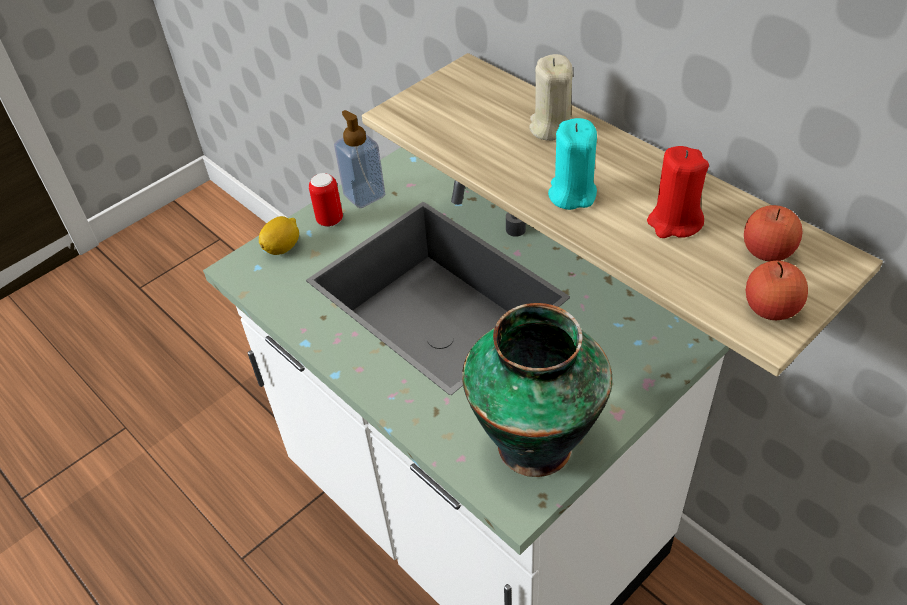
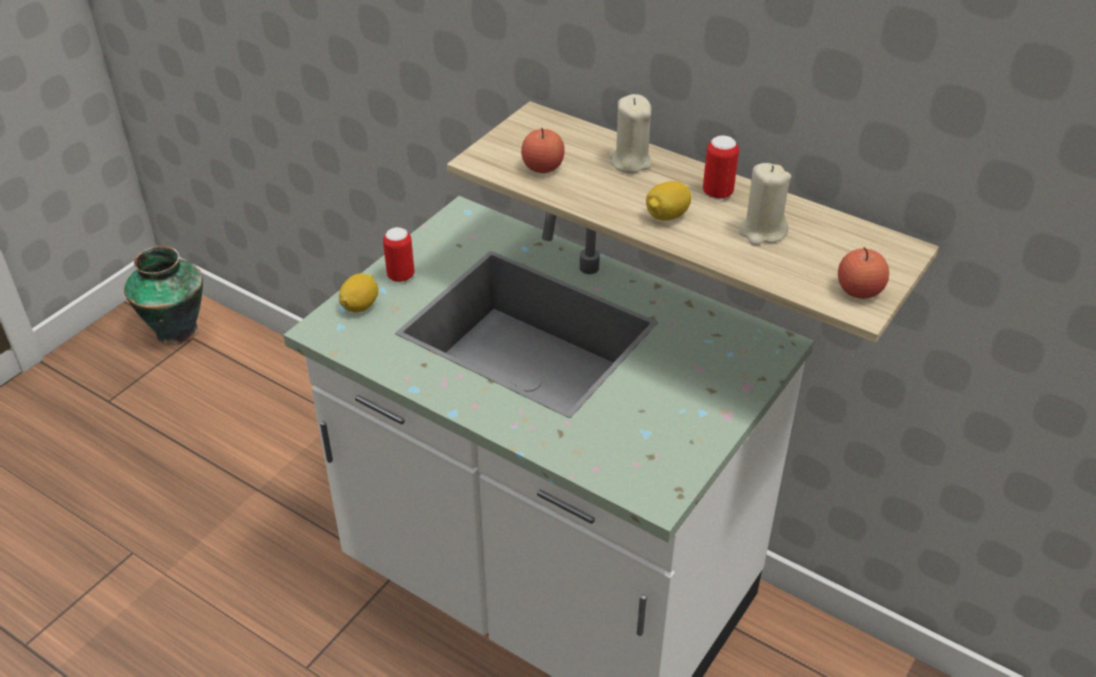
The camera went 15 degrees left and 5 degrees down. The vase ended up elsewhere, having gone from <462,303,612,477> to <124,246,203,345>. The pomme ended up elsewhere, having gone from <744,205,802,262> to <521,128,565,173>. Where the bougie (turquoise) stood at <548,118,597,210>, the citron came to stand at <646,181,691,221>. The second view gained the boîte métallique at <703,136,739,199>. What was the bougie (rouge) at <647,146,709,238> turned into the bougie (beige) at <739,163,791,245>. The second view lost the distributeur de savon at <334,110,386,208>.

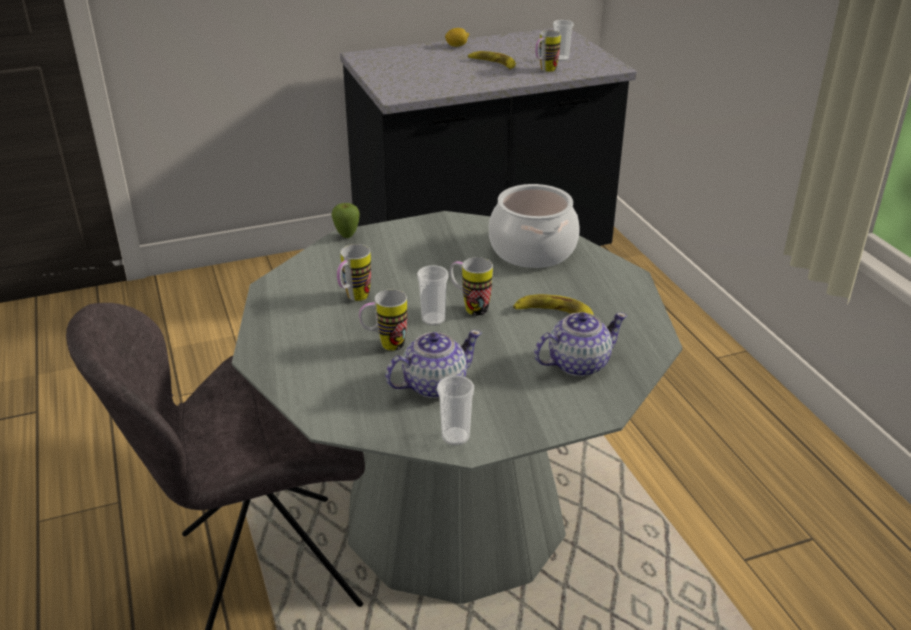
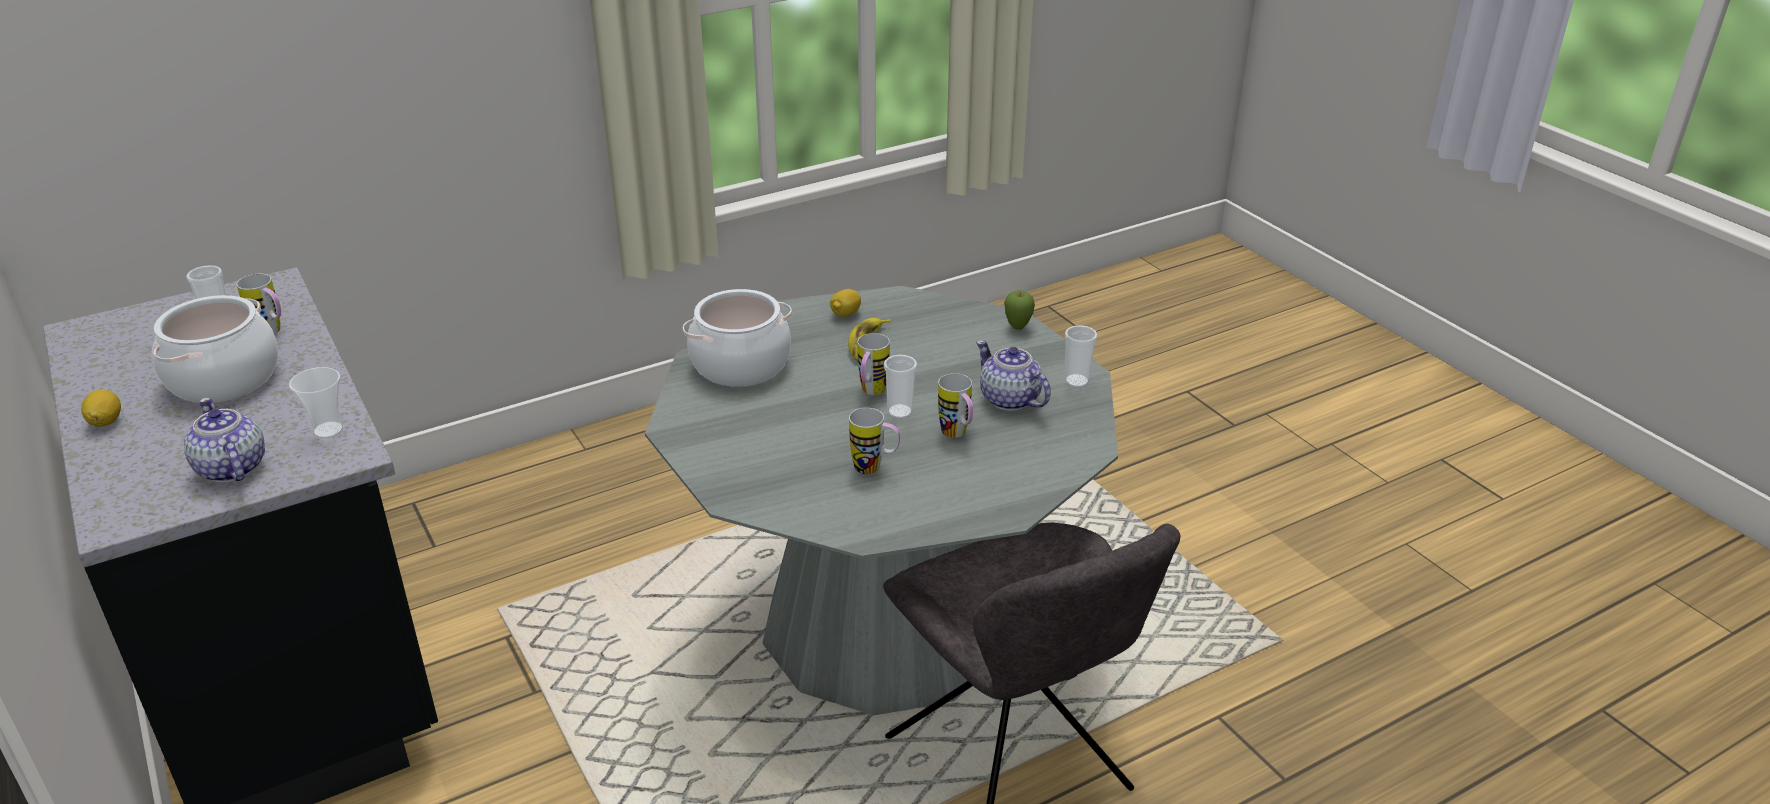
The camera went 100 degrees left and 0 degrees up. Where the banane stood at <468,51,516,70>, the marmite came to stand at <152,295,278,403>. The théière ended up elsewhere, having gone from <534,312,627,376> to <184,397,265,482>. The second view gained the tasse at <289,367,344,439>. The second view gained the citron at <830,289,861,317>. The pomme ended up elsewhere, having gone from <332,203,360,238> to <1004,290,1035,330>.

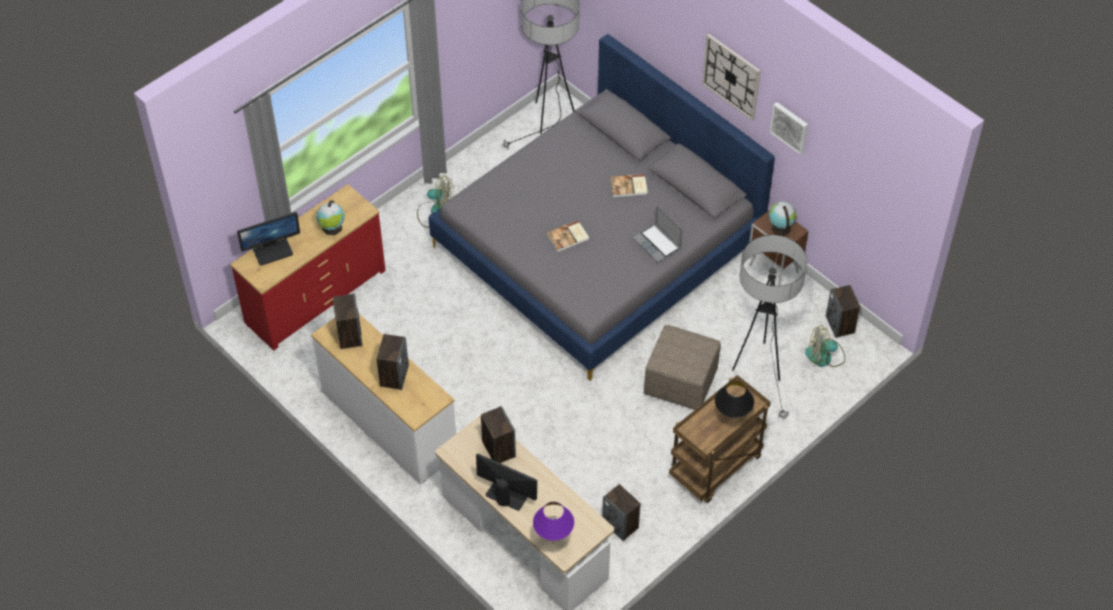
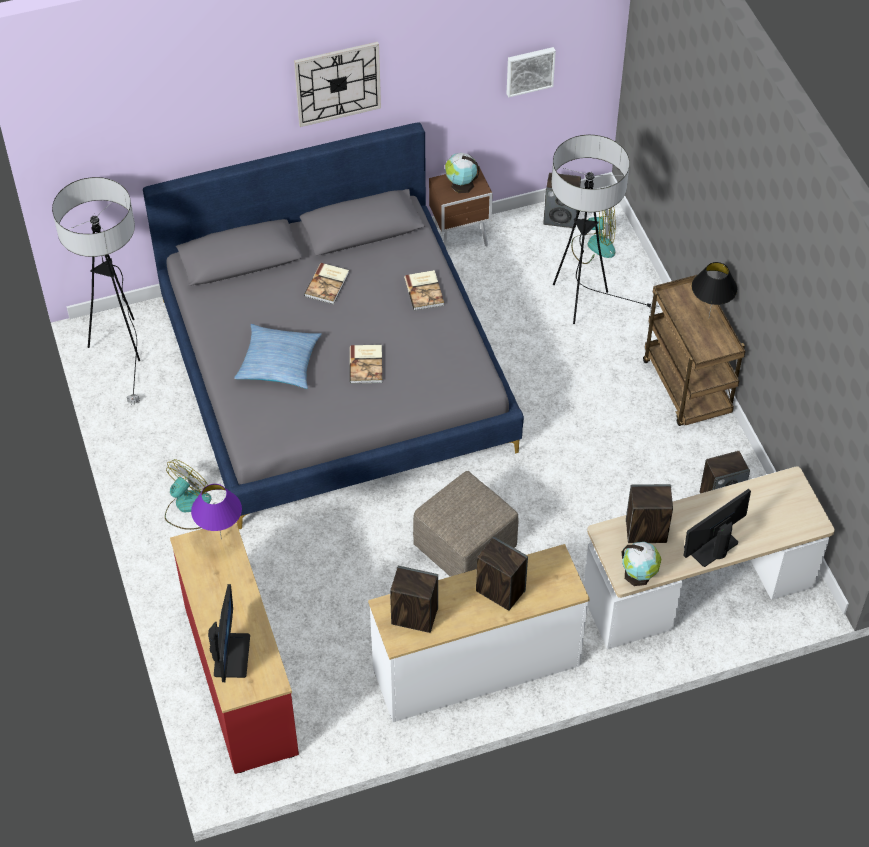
The camera went 65 degrees left and 0 degrees up. The lampe de table (violet) ended up elsewhere, having gone from <533,502,574,544> to <191,484,242,539>. The second view gained the coussin at <234,324,322,389>. Where the ordinateur portable stood at <633,205,683,263>, the livre came to stand at <404,270,444,310>. The pouf (beige) ended up elsewhere, having gone from <644,325,721,410> to <413,471,519,577>. The tableau ended up elsewhere, having gone from <770,102,808,155> to <507,47,556,97>. The ventilateur at <805,325,845,367> ended up facing another way, 105 degrees counterclockwise from before. The globe ended up elsewhere, having gone from <316,200,345,235> to <622,542,661,586>.

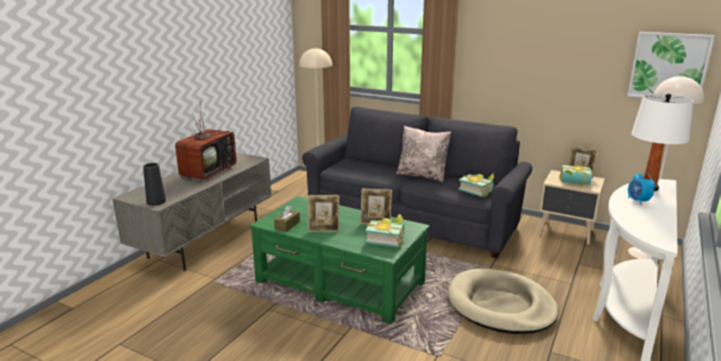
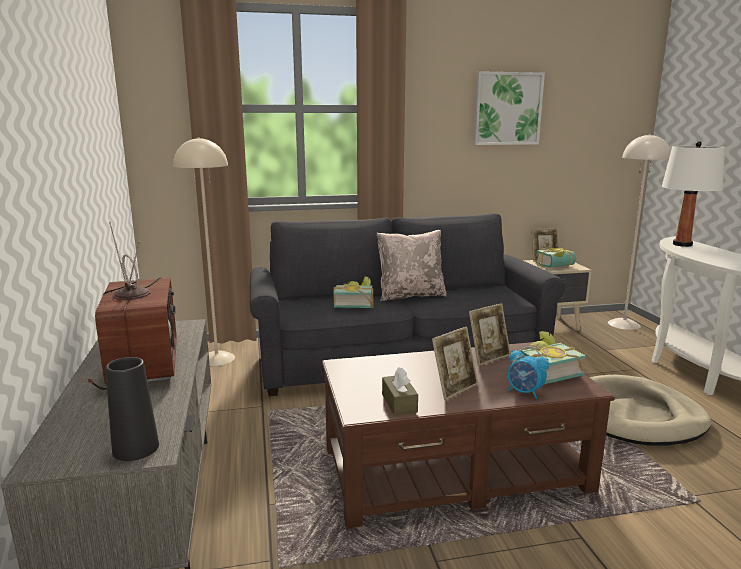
The camera went 40 degrees left and 5 degrees down. What was the table basse (vert) at <249,196,430,324> turned into the table basse (marron) at <322,342,615,528>. The livre ended up elsewhere, having gone from <458,173,494,198> to <333,277,373,308>. The tableau ended up elsewhere, having gone from <627,32,714,98> to <474,71,545,145>. The réveil ended up elsewhere, having gone from <628,172,655,205> to <508,347,549,399>.

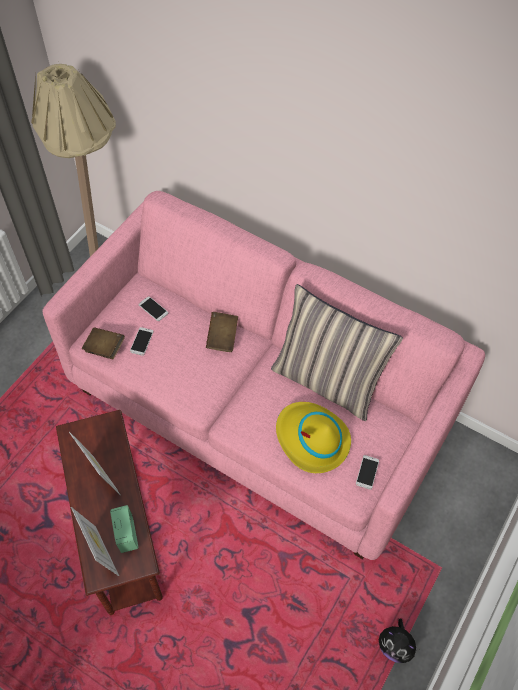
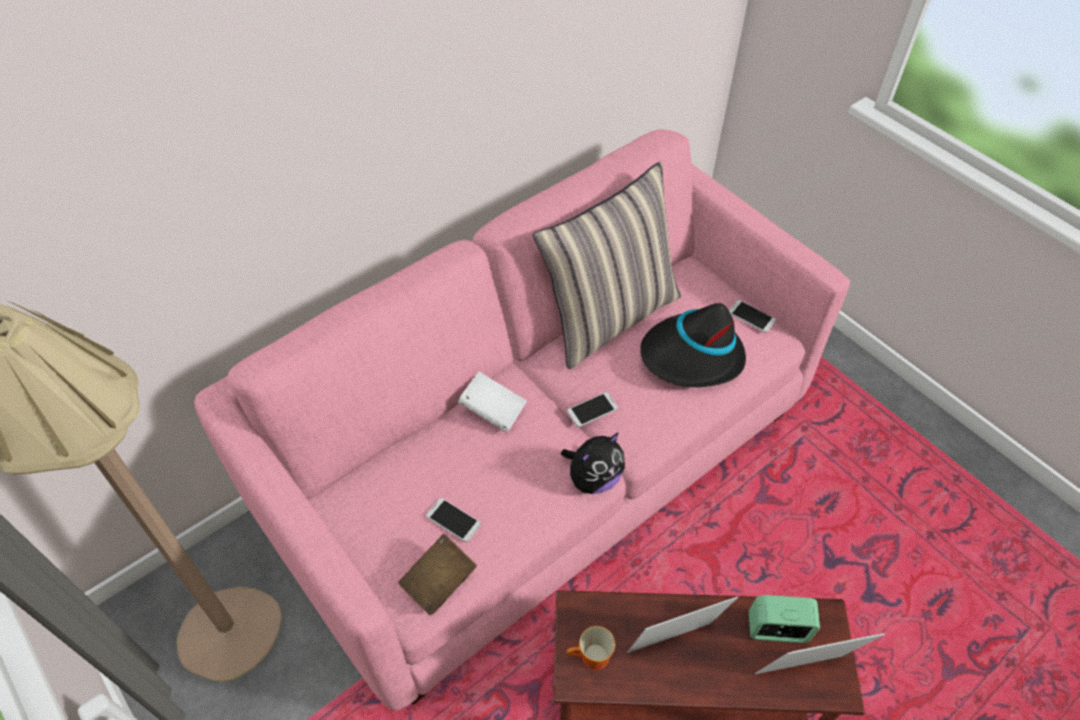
The camera went 70 degrees left and 5 degrees down. What was the livre (marron) at <206,312,238,352> turned into the livre (blanc) at <458,372,527,433>. The peluche ended up elsewhere, having gone from <379,618,416,663> to <561,432,625,494>. The second view gained the mug at <566,626,615,670>. The téléphone ended up elsewhere, having gone from <138,296,168,321> to <567,392,618,427>. What was the chapeau (jaune) at <276,402,351,473> turned into the chapeau (noir) at <640,303,746,387>.

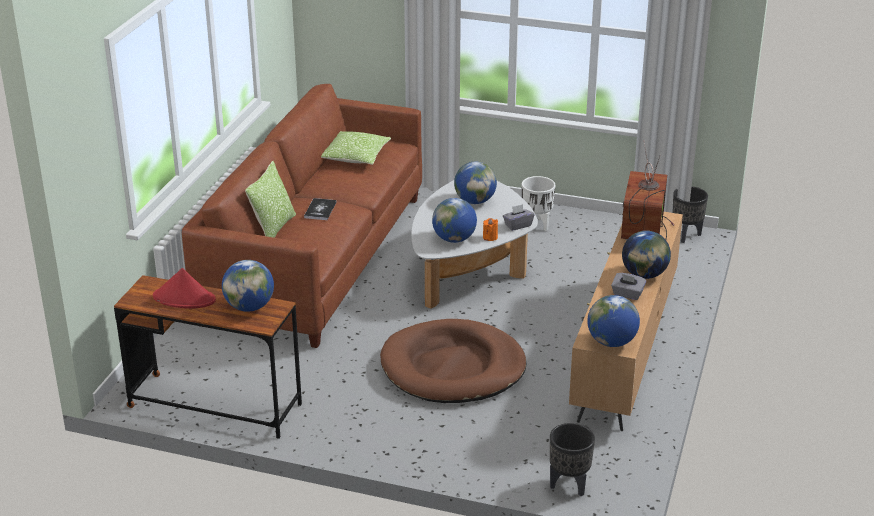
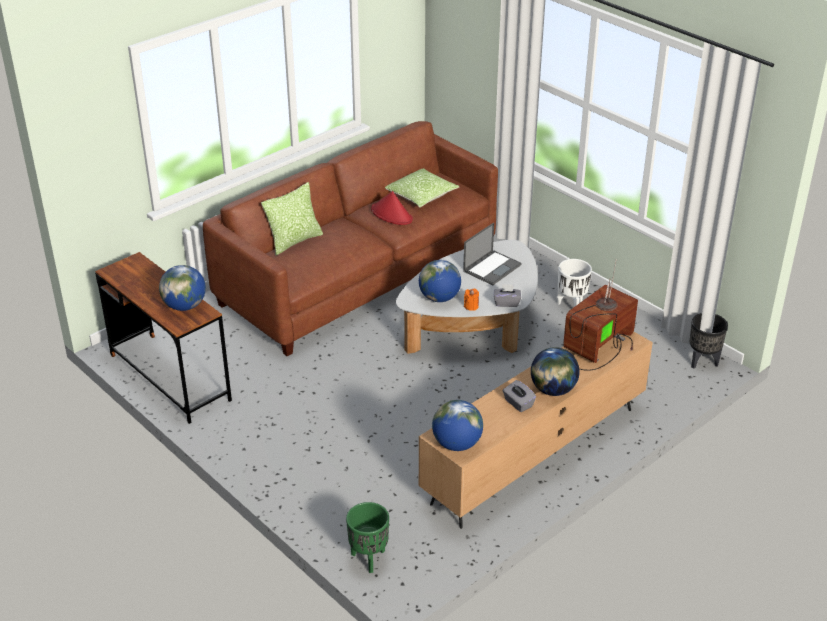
The camera went 30 degrees right and 5 degrees up. What was the cache-pot (noir) at <550,423,595,496> turned into the cache-pot (vert) at <346,502,389,573>. The chapeau (rouge) ended up elsewhere, having gone from <153,268,216,308> to <371,191,413,225>. Where the globe stood at <454,161,497,204>, the ordinateur portable came to stand at <463,223,522,285>. The second view lost the livre at <304,198,337,220>. The second view lost the panier pour chien (marron) at <380,319,526,403>.

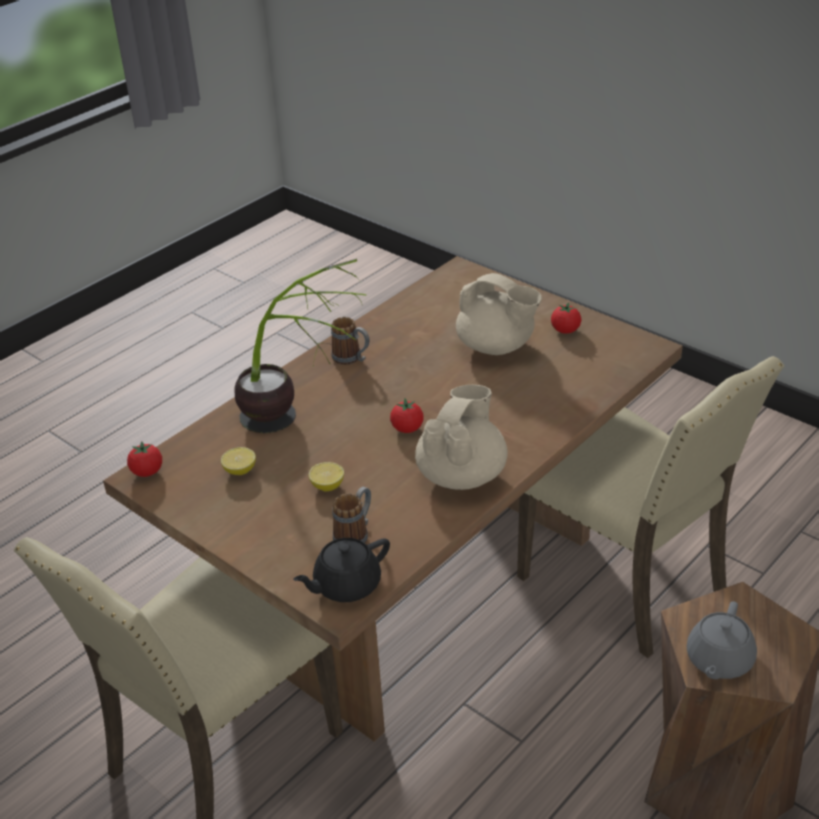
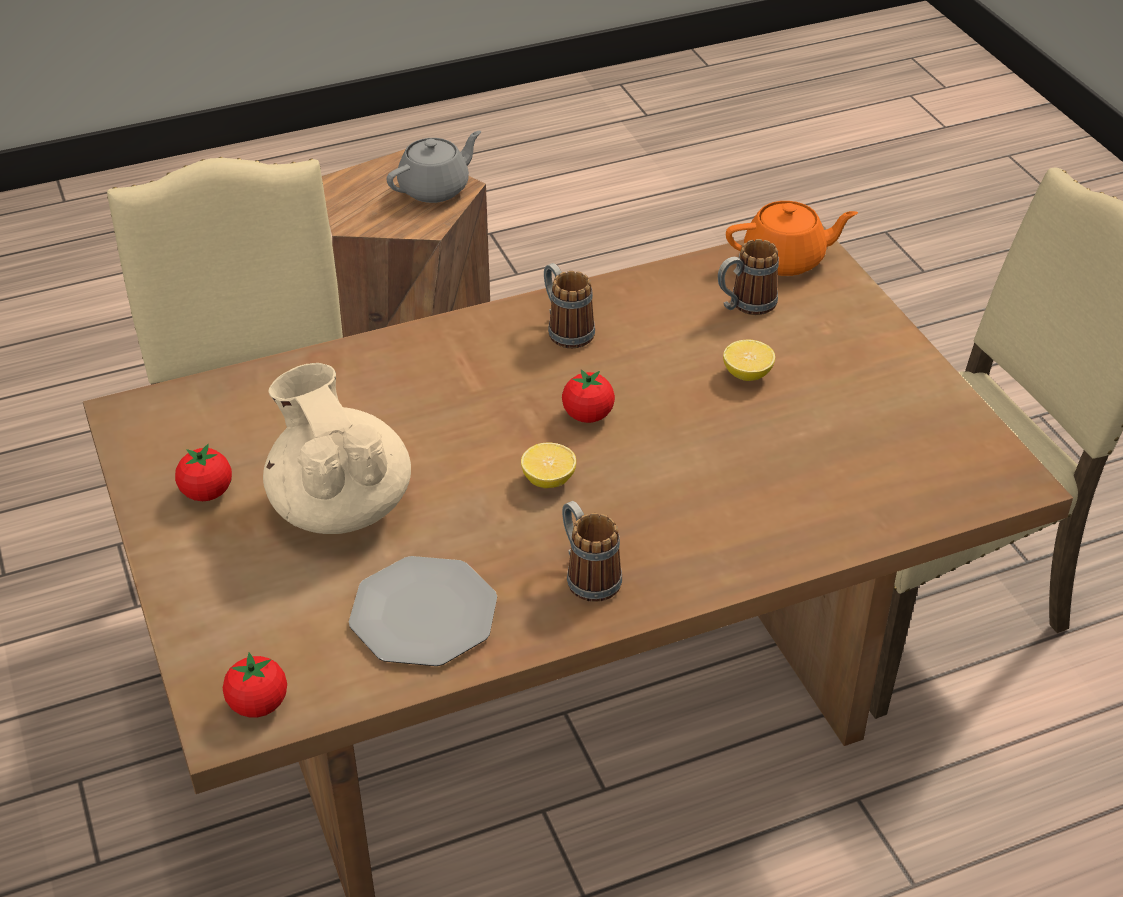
The camera went 155 degrees left and 5 degrees up. The tomate ended up elsewhere, having gone from <127,441,162,477> to <223,652,287,717>. The second view gained the assiette at <349,556,497,666>. The citron ended up elsewhere, having gone from <221,447,256,475> to <521,443,576,488>. Where the théière (beige) stood at <415,385,508,490>, the mug came to stand at <544,263,595,348>. What was the théière (noir) at <293,538,390,602> turned into the théière (orange) at <726,201,858,276>. The second view lost the plante en pot at <234,259,367,433>.

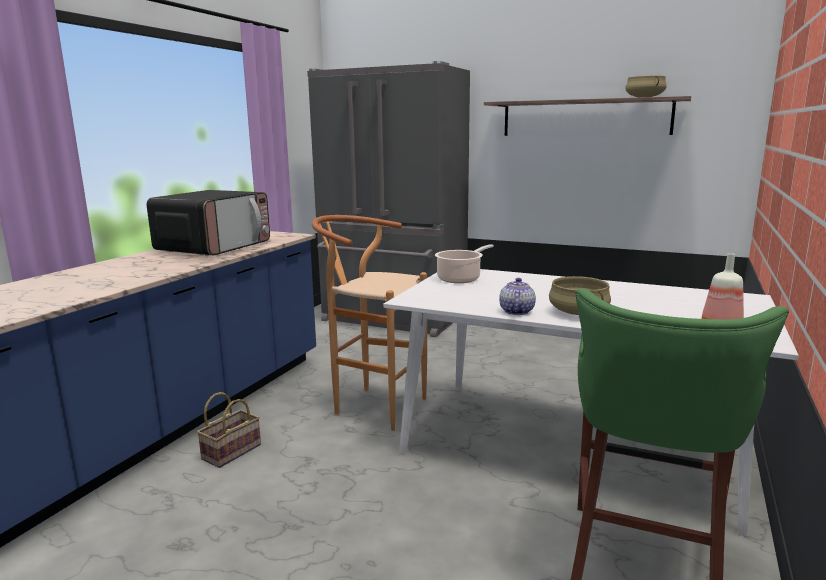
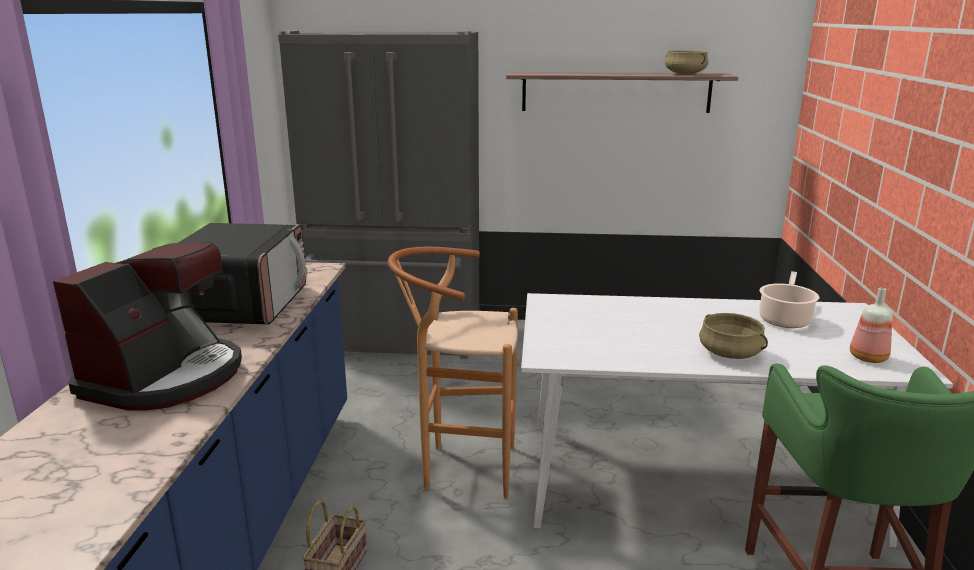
The camera went 20 degrees left and 5 degrees up. The second view gained the machine à café at <53,242,242,411>. The marmite ended up elsewhere, having gone from <435,244,494,283> to <759,271,819,328>. The second view lost the théière at <499,278,536,315>.

